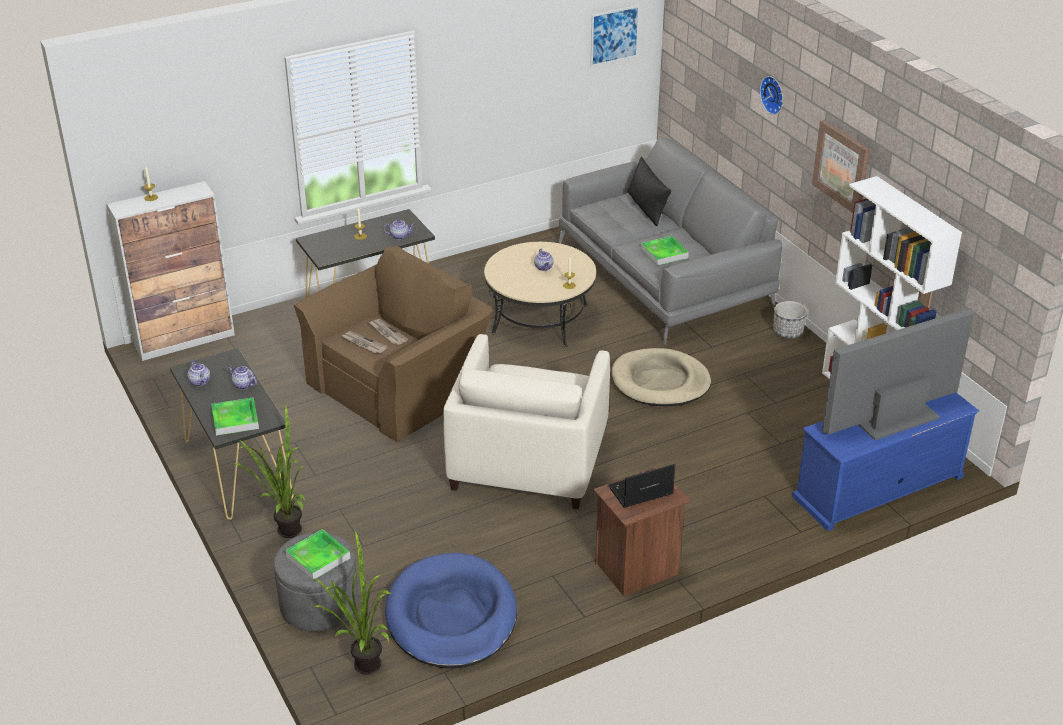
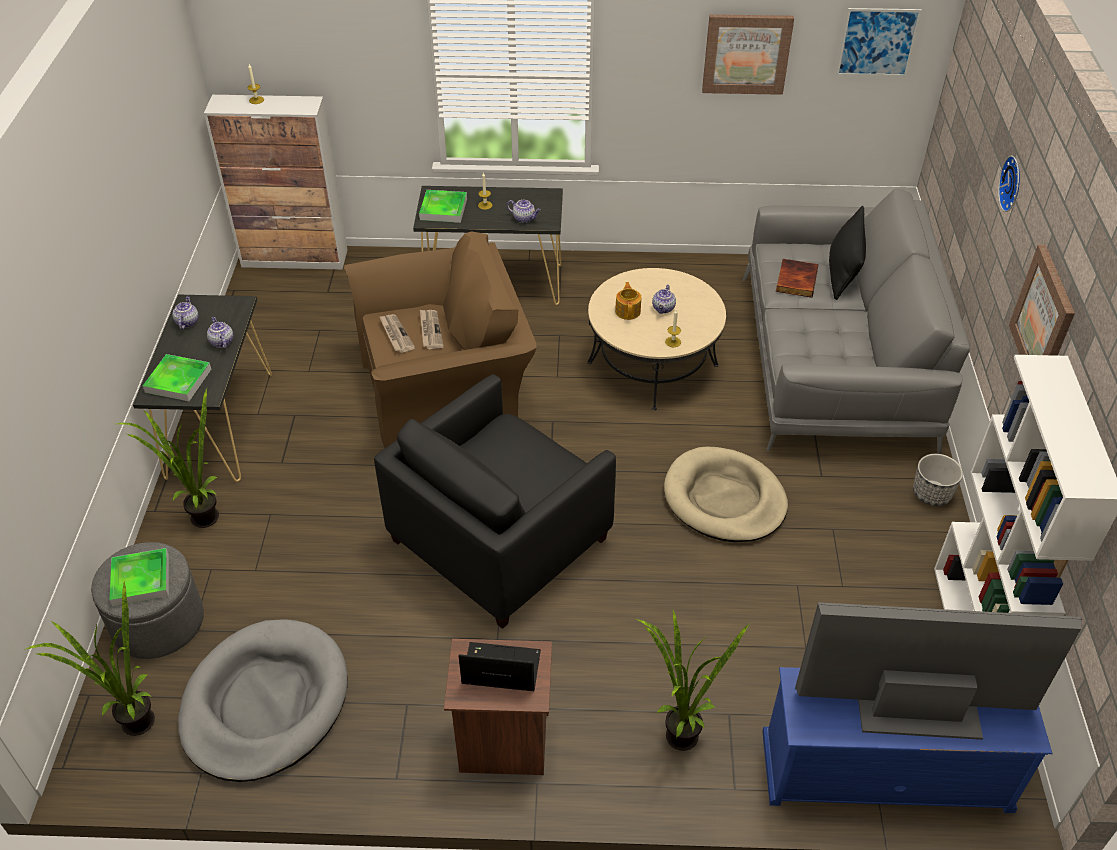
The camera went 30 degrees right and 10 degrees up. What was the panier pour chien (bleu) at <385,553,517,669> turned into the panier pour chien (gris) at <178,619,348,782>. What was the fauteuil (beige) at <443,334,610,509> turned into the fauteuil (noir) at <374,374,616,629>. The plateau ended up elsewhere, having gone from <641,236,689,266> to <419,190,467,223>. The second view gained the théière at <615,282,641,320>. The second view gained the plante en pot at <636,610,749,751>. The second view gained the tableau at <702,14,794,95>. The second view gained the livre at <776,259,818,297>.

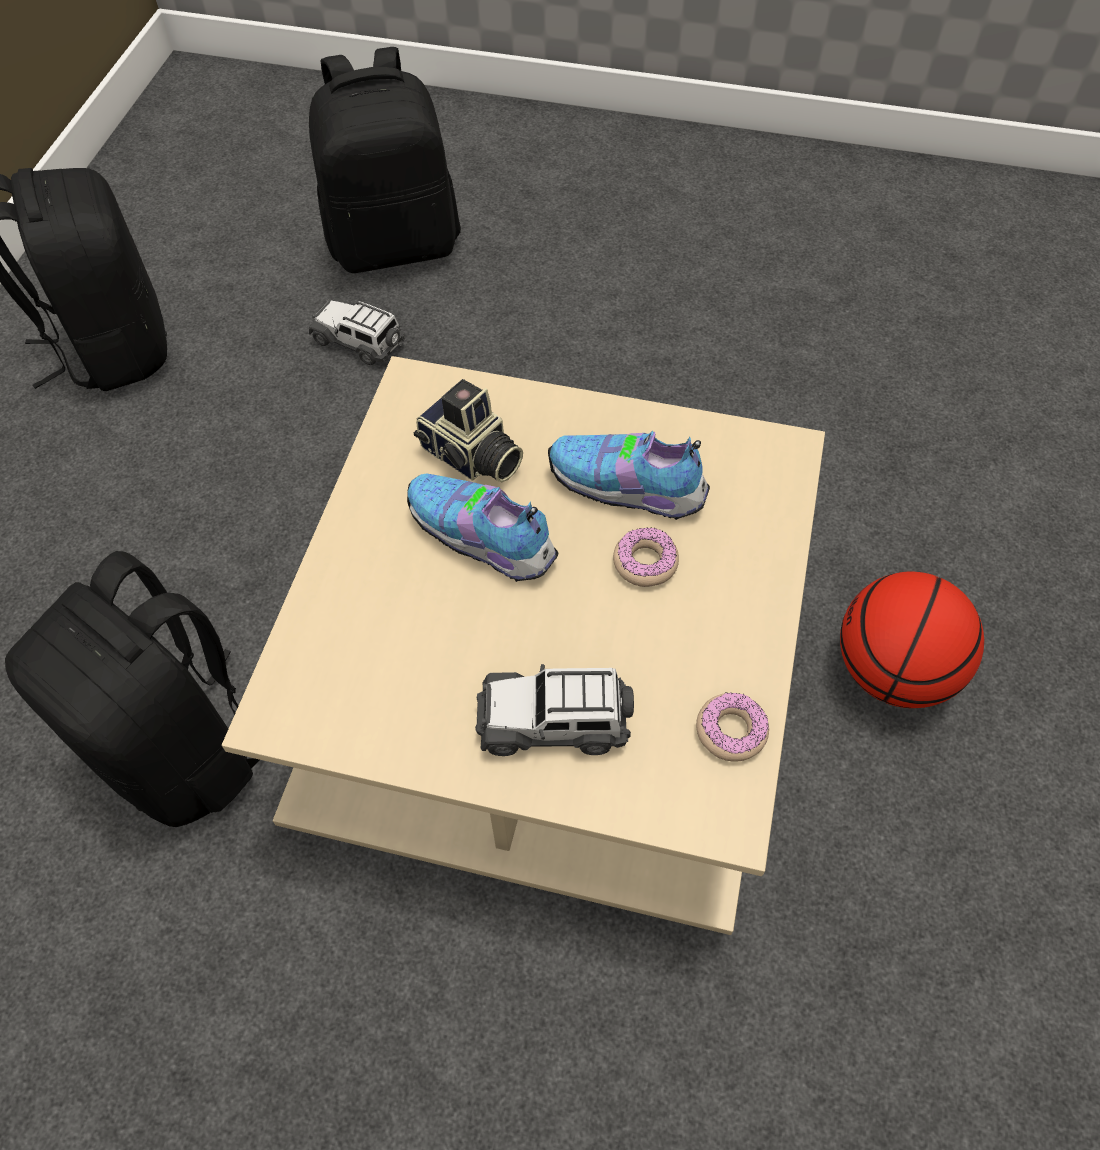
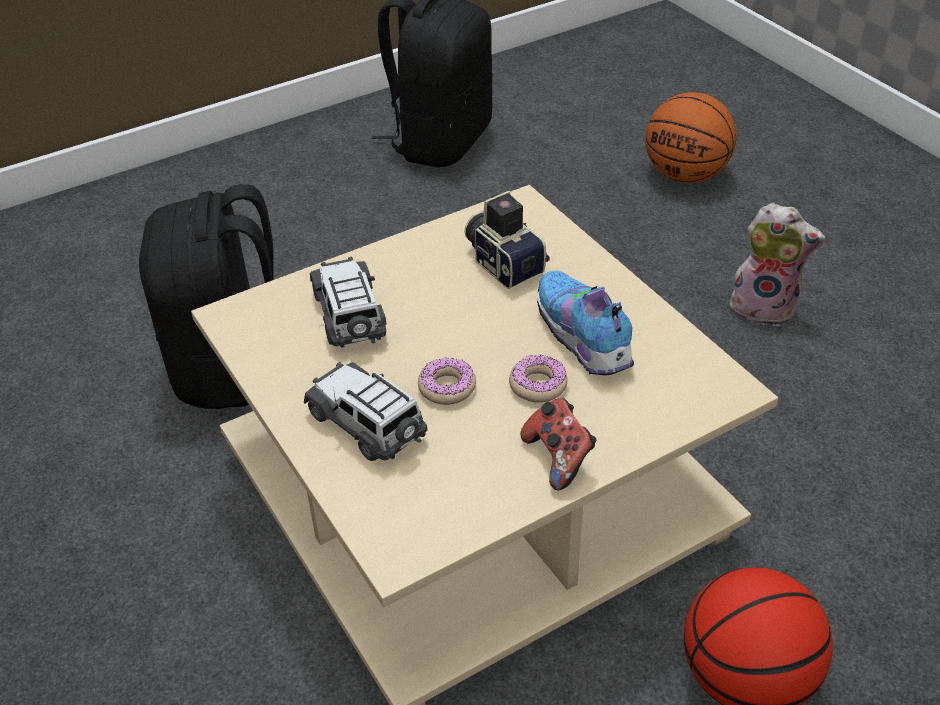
The camera went 45 degrees right and 15 degrees down. The petite voiture ended up elsewhere, having gone from <309,298,405,365> to <310,257,386,348>. The beignet ended up elsewhere, having gone from <696,692,769,762> to <418,357,476,405>. The appareil photo at <413,379,523,483> ended up facing another way, 150 degrees clockwise from before. The second view gained the manette at <520,398,596,491>. Where the sac à dos (noir) stood at <309,47,461,273>, the ballon de basket came to stand at <645,92,737,183>. The second view gained the peluche at <727,203,825,326>. The second view lost the chaussure at <407,473,558,582>.

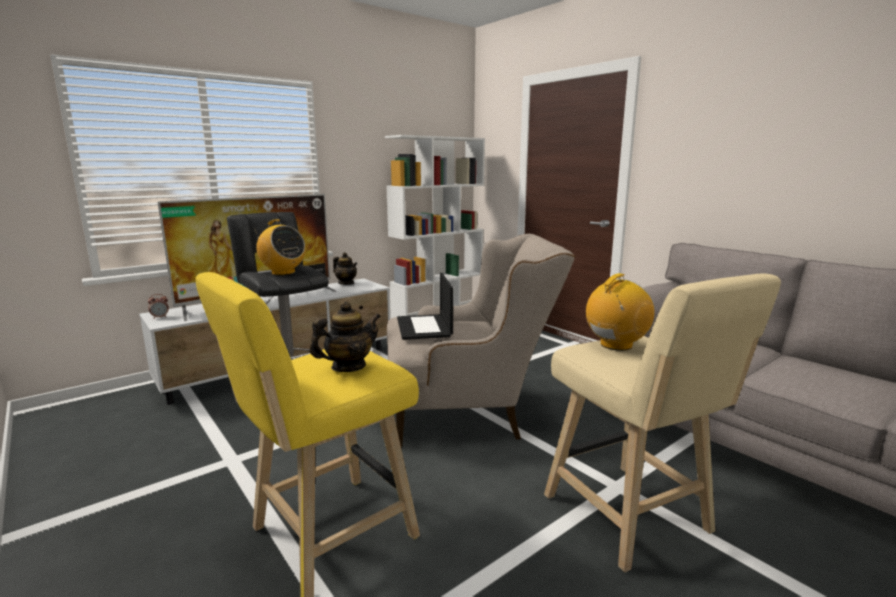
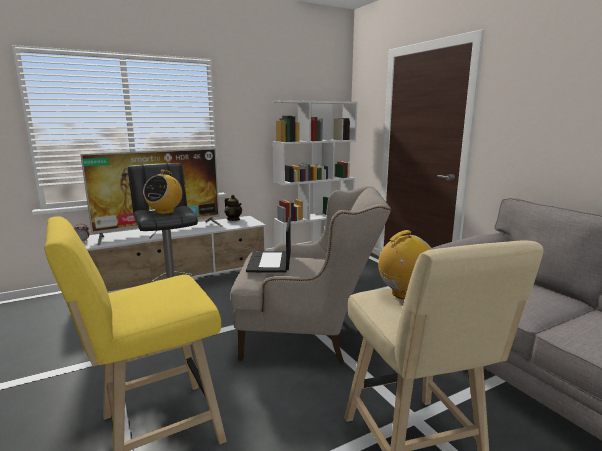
The camera went 10 degrees right and 0 degrees up. The radio at <255,219,306,275> ended up facing another way, 60 degrees clockwise from before. The second view lost the théière at <310,301,381,372>.

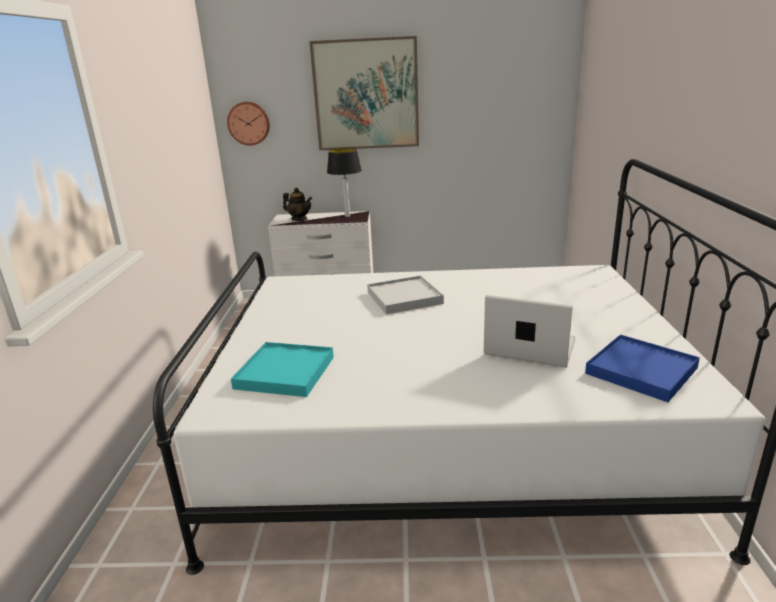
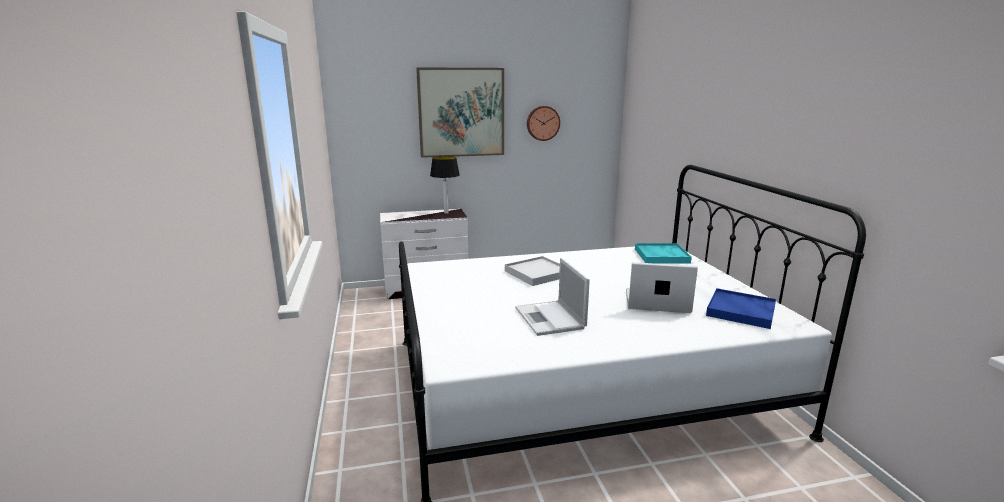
The camera went 15 degrees left and 5 degrees down. The second view gained the ordinateur portable at <515,258,590,336>. The horloge murale ended up elsewhere, having gone from <227,102,270,146> to <527,106,560,141>. The plateau (turquoise) ended up elsewhere, having gone from <231,342,334,397> to <635,243,692,264>. The second view lost the théière at <283,187,312,221>.

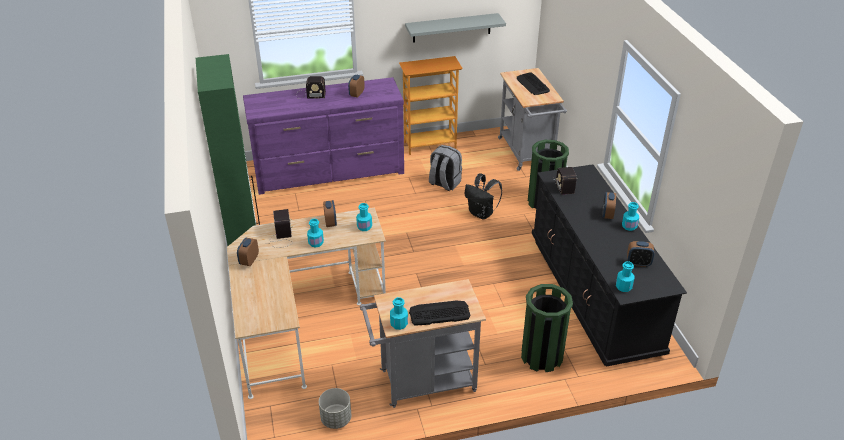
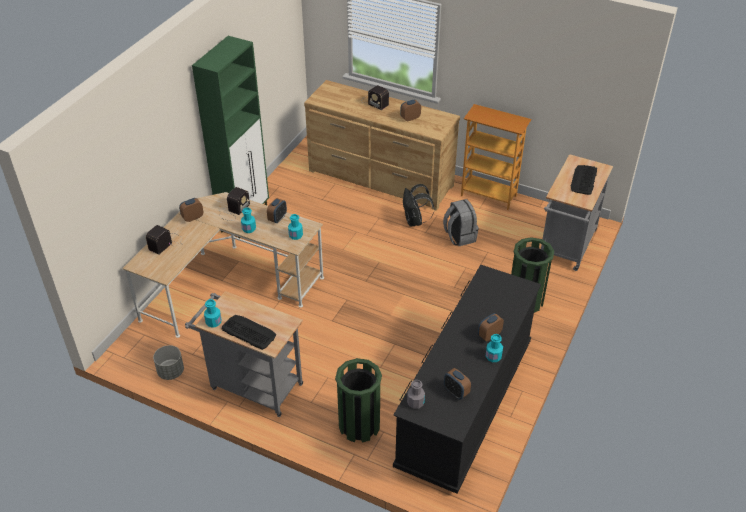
The camera went 40 degrees right and 5 degrees up. The radio ended up elsewhere, having gone from <553,167,577,195> to <146,225,183,255>. What was the commode (violet) at <243,77,404,195> turned into the commode (marron) at <304,80,460,211>. The sac à dos (noir) ended up elsewhere, having gone from <464,173,502,220> to <403,184,435,227>. What was the bouteille (turquoise) at <616,261,635,292> turned into the bouteille (gris) at <407,380,425,409>. The second view lost the étagère (gris) at <405,13,506,43>.

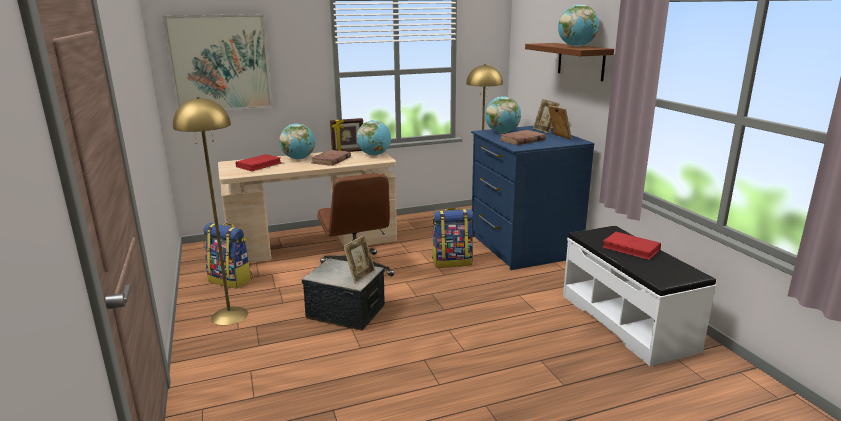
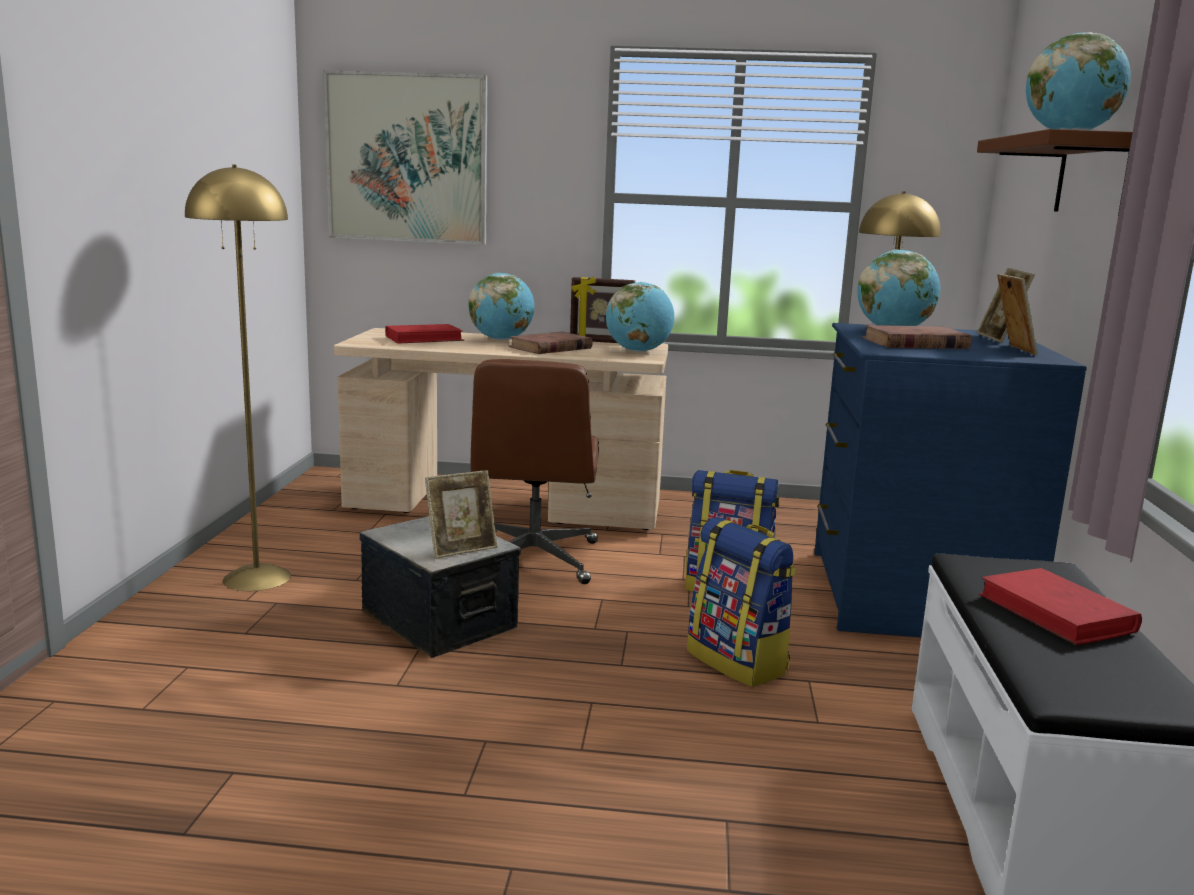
The camera went 25 degrees right and 5 degrees down. The sac à dos ended up elsewhere, having gone from <203,223,252,288> to <687,517,797,687>.

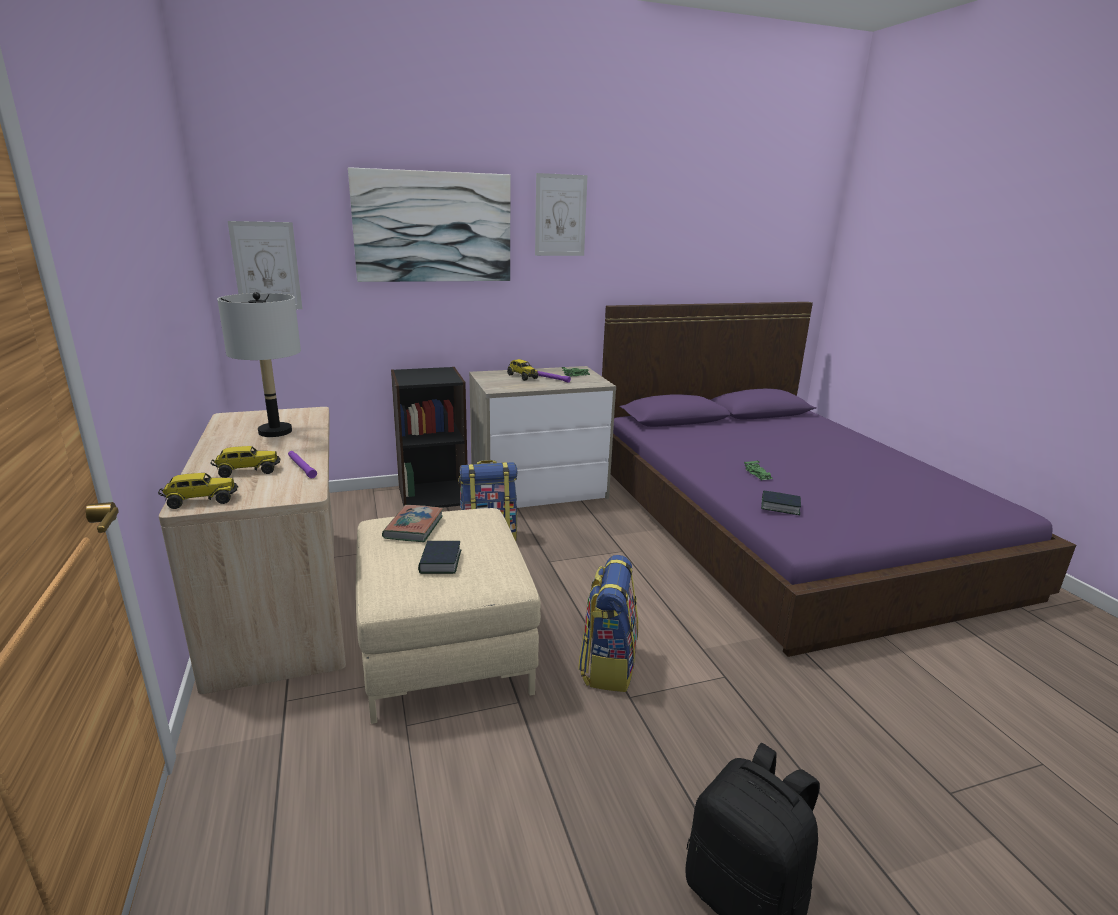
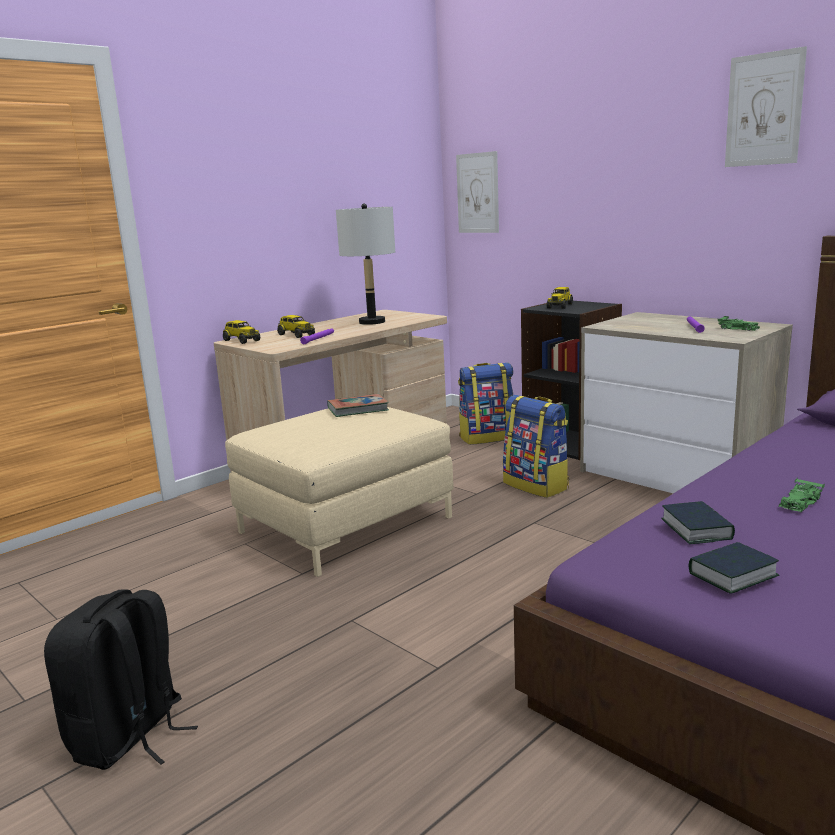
The camera went 65 degrees right and 5 degrees down. The sac à dos ended up elsewhere, having gone from <578,555,638,692> to <458,363,513,445>. The camion jouet ended up elsewhere, having gone from <507,359,538,381> to <547,287,573,309>. The livre ended up elsewhere, having gone from <418,541,461,574> to <689,542,779,594>. The second view lost the tableau at <348,167,510,282>.

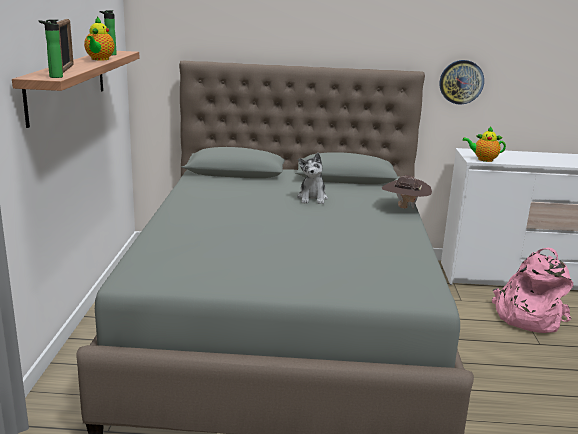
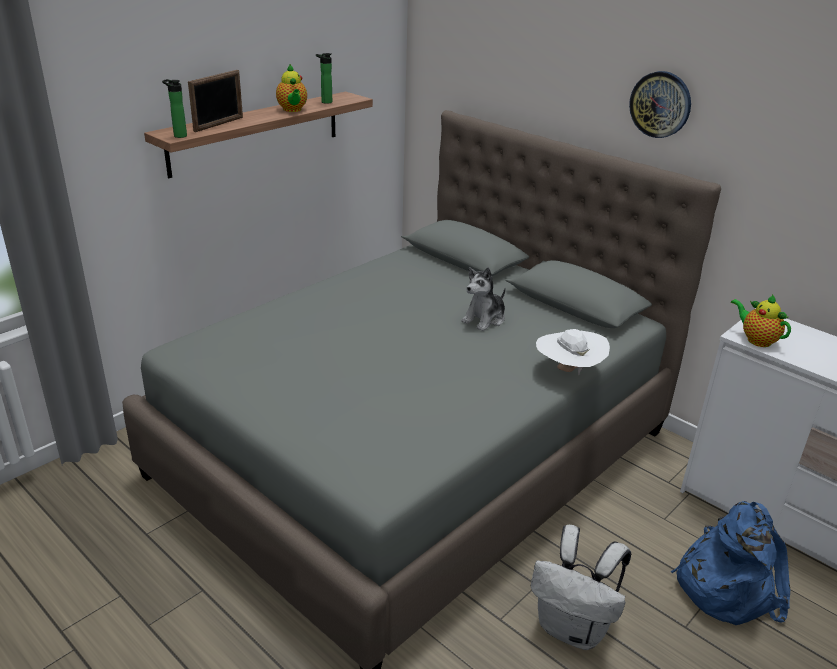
The camera went 40 degrees right and 10 degrees up. The théière at <84,17,115,60> ended up facing another way, 60 degrees counterclockwise from before. The second view gained the sac à dos (blanc) at <531,525,631,650>. What was the chapeau (marron) at <382,175,432,209> turned into the chapeau (blanc) at <536,329,610,375>. The horloge murale ended up elsewhere, having gone from <440,60,484,105> to <629,71,691,138>. What was the sac à dos (rose) at <492,248,573,333> turned into the sac à dos (bleu) at <671,501,790,625>.

